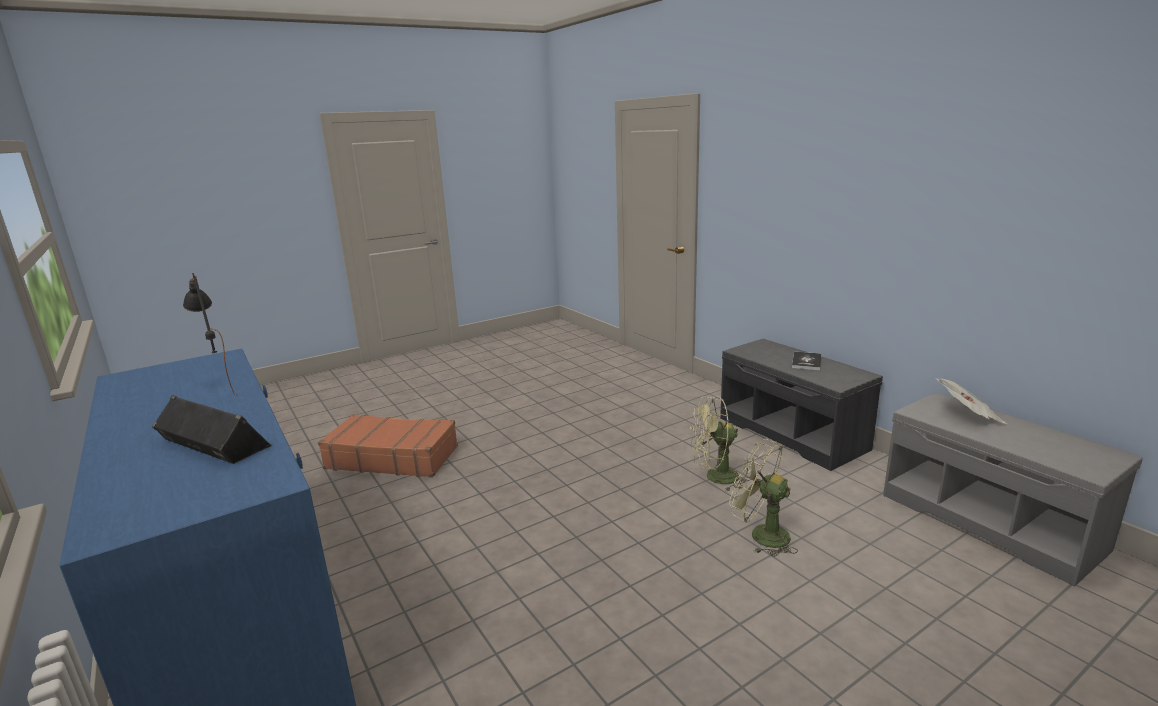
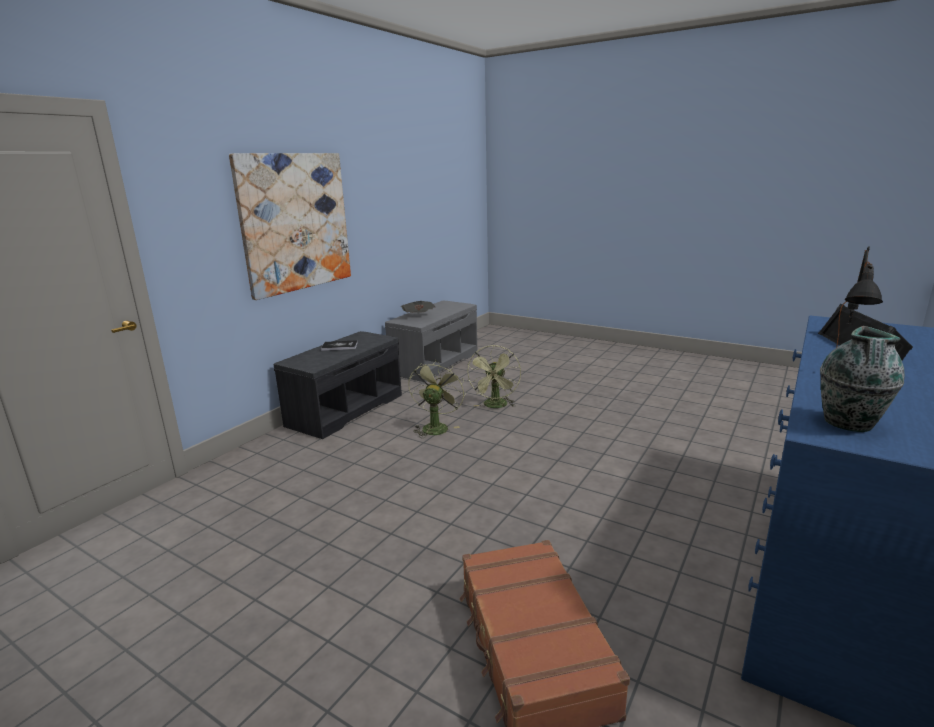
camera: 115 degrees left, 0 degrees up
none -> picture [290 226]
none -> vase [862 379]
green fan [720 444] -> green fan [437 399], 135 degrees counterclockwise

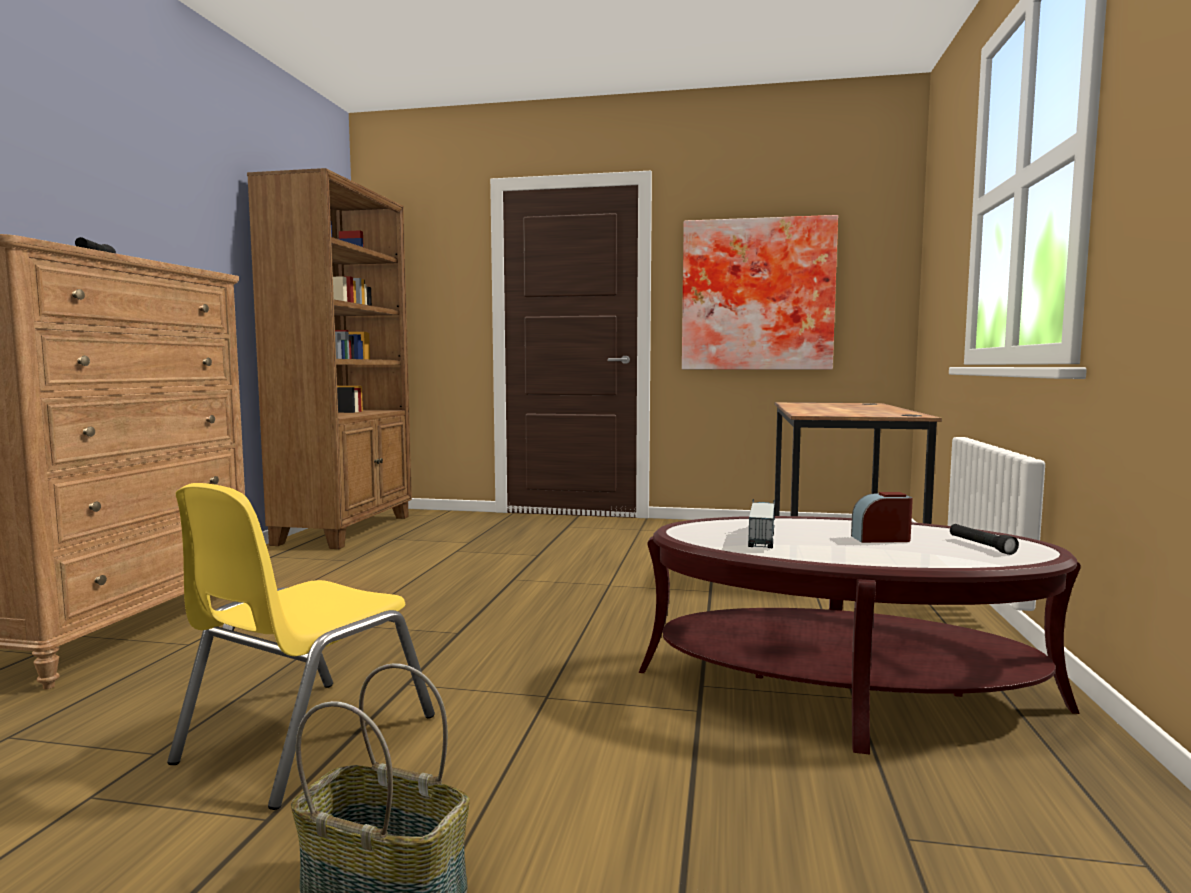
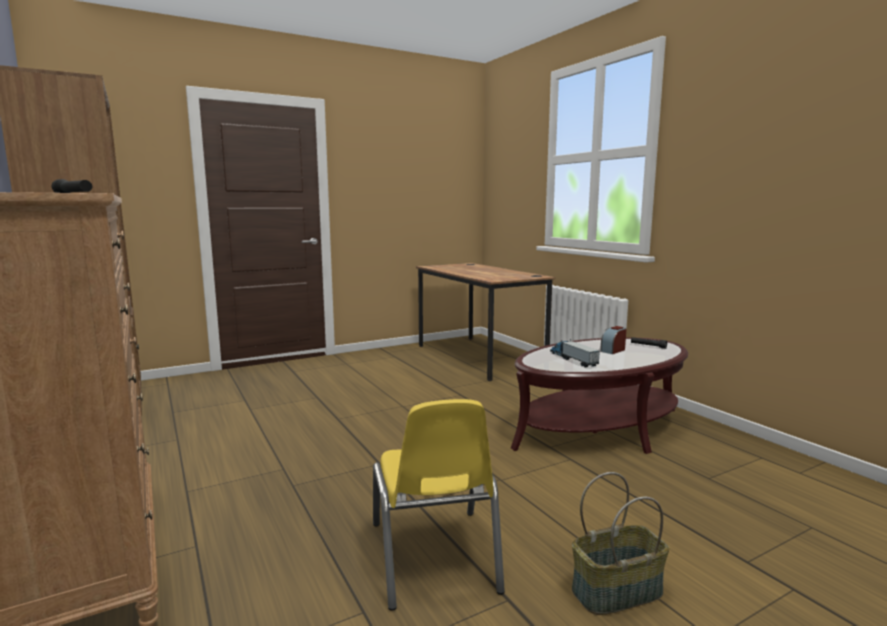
camera: 40 degrees left, 5 degrees up
picture [760 292] -> none

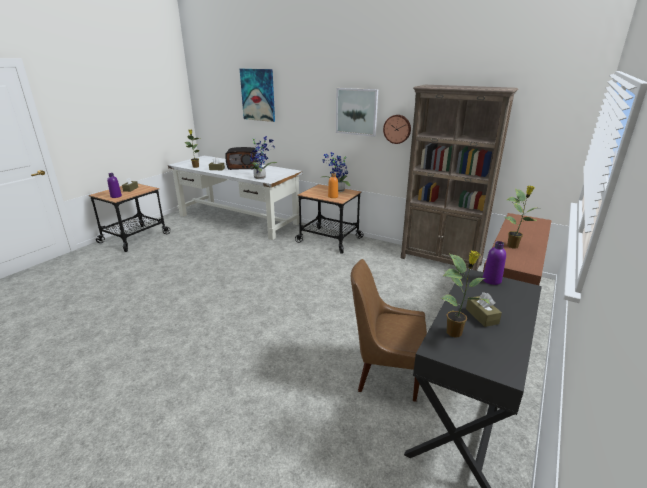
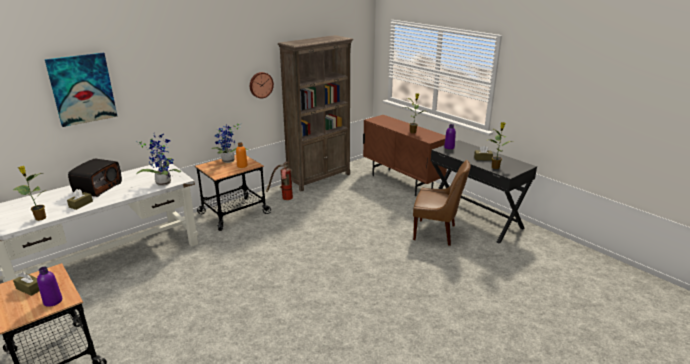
camera: 70 degrees left, 0 degrees up
picture [357 112] -> none
none -> fire extinguisher [279 181]
brown chair [389 330] -> brown chair [442 203], 105 degrees counterclockwise

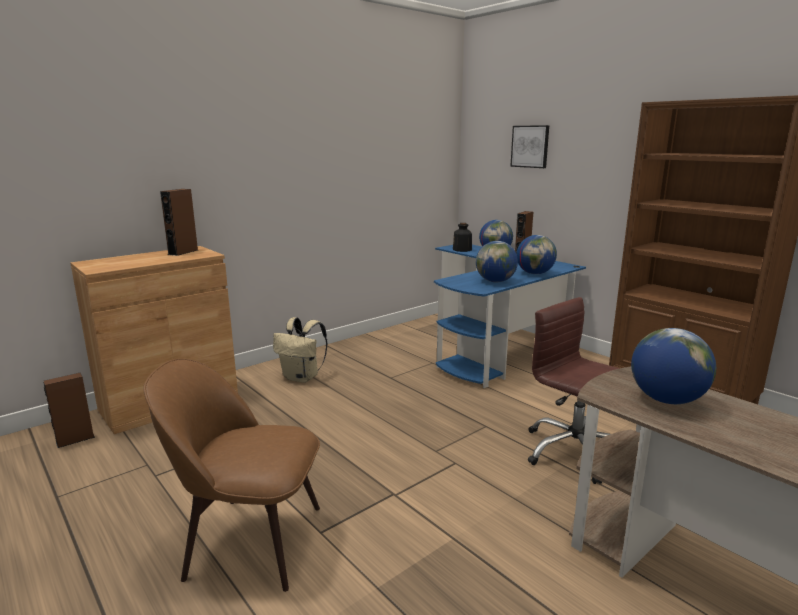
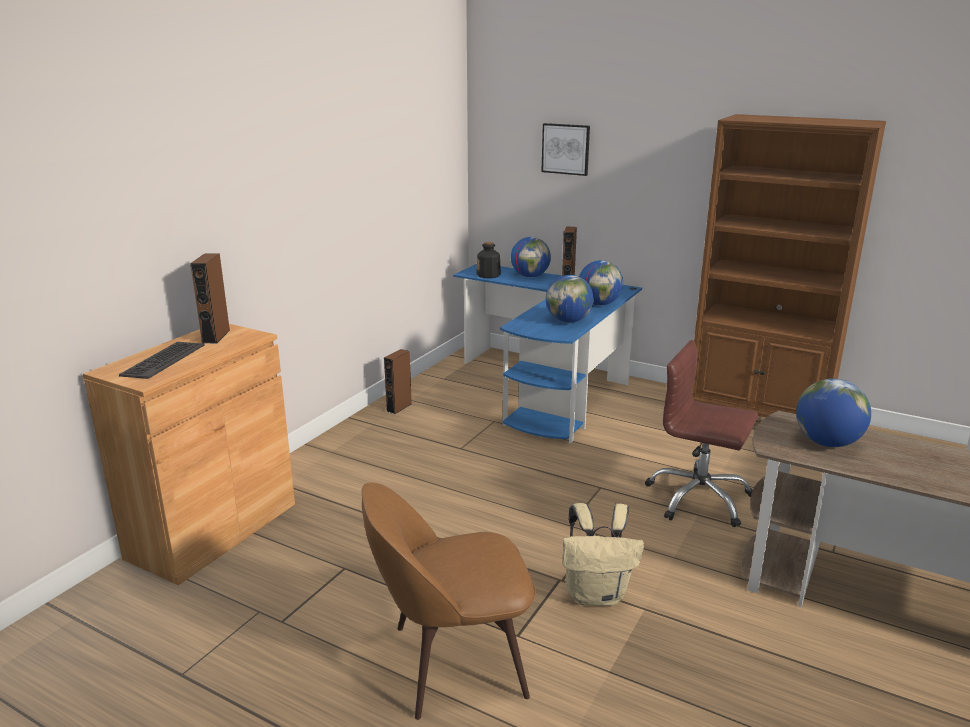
camera: 20 degrees left, 5 degrees up
none -> keyboard [162 360]
brown speaker [69 410] -> brown speaker [398 381], shifted
beige backpack [300 350] -> beige backpack [603 554], shifted

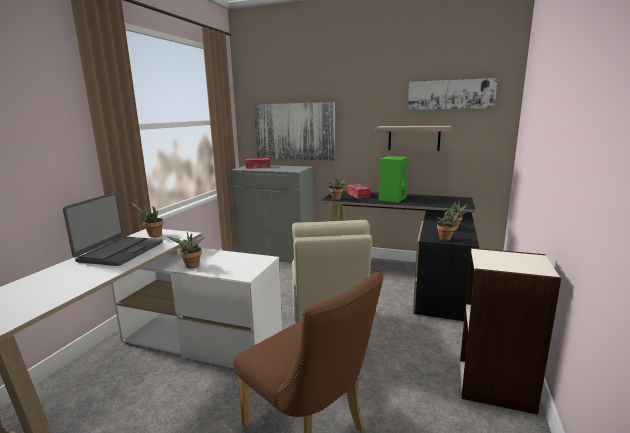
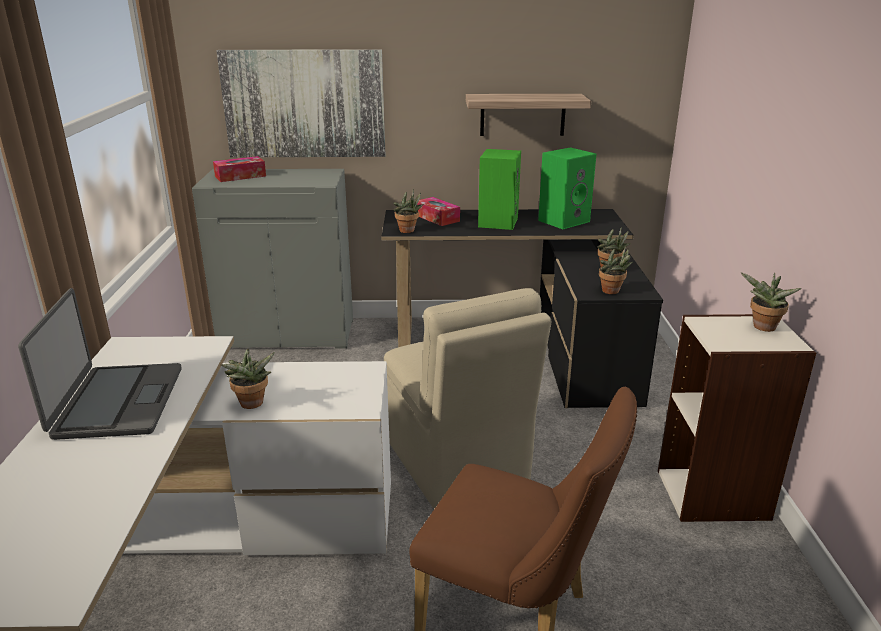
camera: 20 degrees left, 10 degrees up
picture [452 94] -> none
none -> green speaker [567 188]
potted plant [147 219] -> potted plant [771 302], shifted

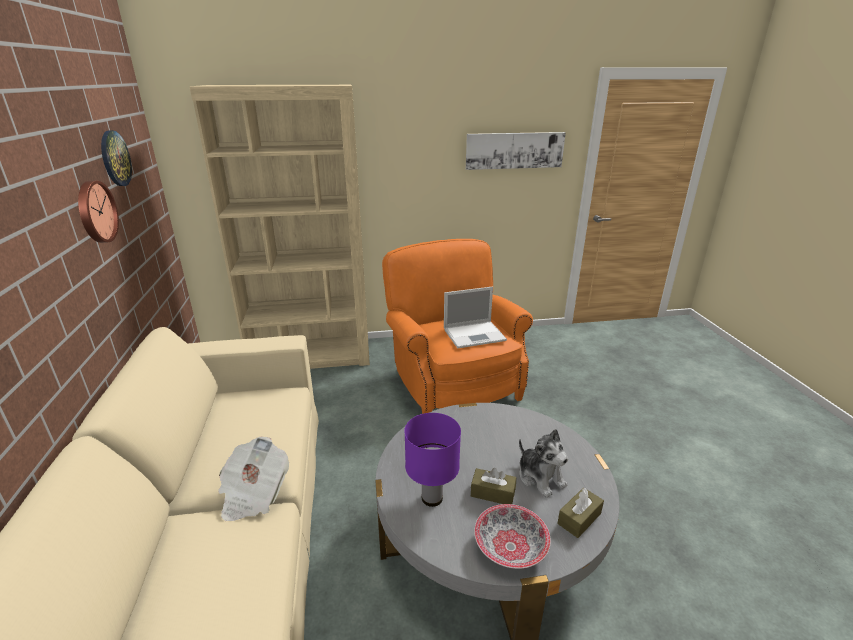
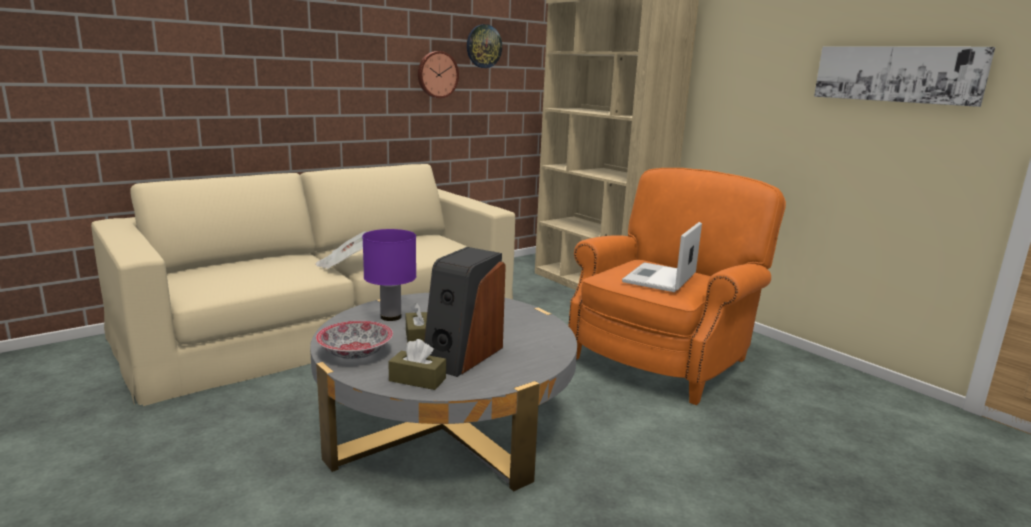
camera: 60 degrees right, 10 degrees down
plush toy [543 463] -> speaker [465 312]
laptop [475 317] -> laptop [662 257], 75 degrees clockwise

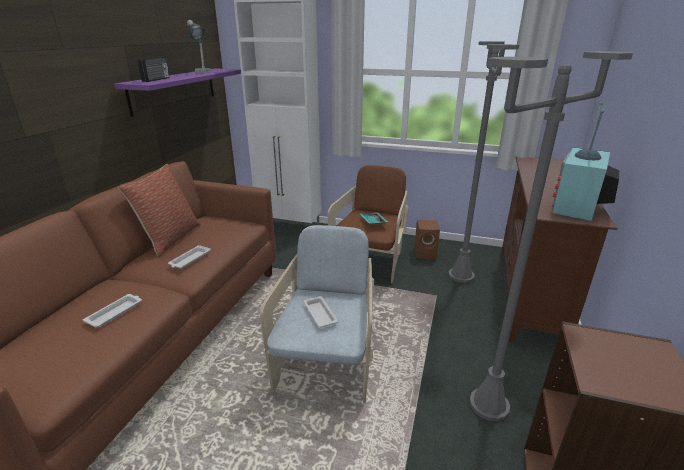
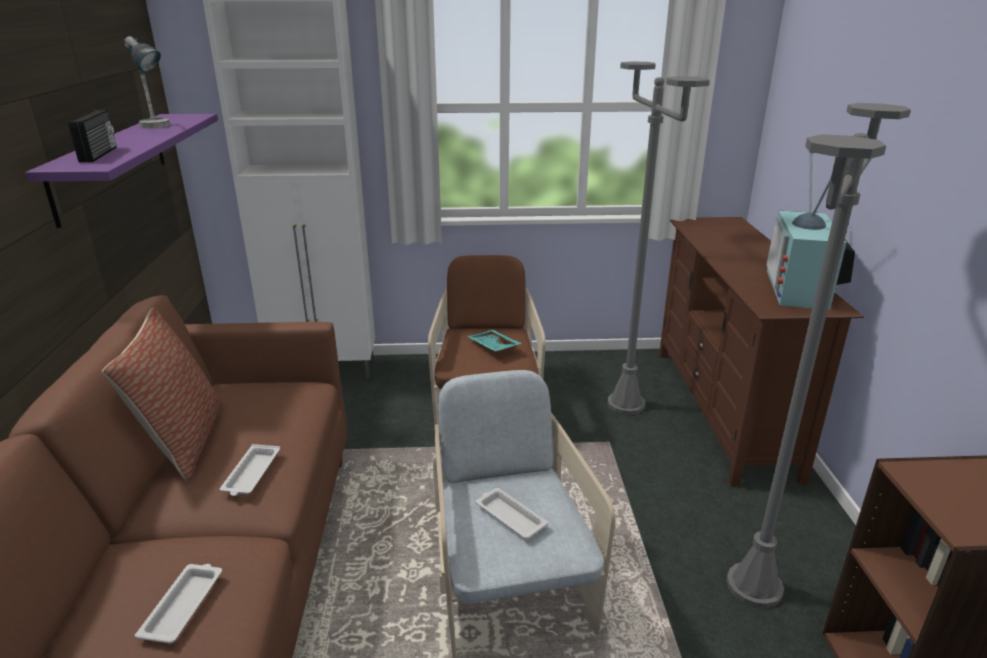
camera: 20 degrees left, 0 degrees up
brown speaker [427 239] -> none

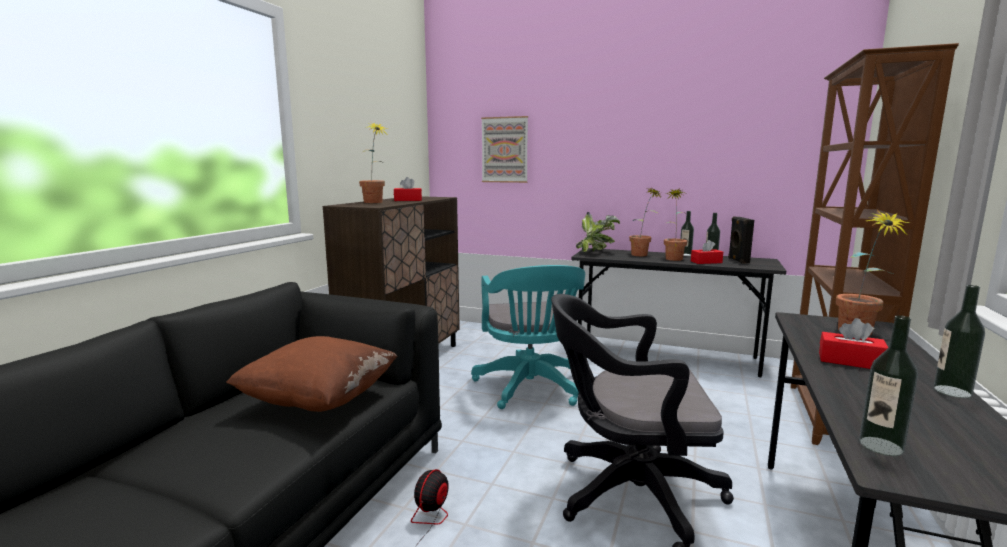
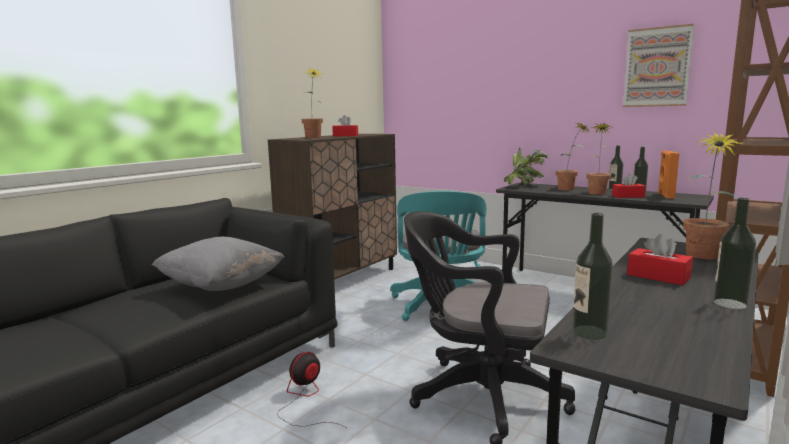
camera: 15 degrees right, 0 degrees up
picture [504 149] -> picture [658 65], shifted
brown pillow [312 374] -> grey pillow [218 264]
black speaker [741 240] -> orange speaker [669 175]

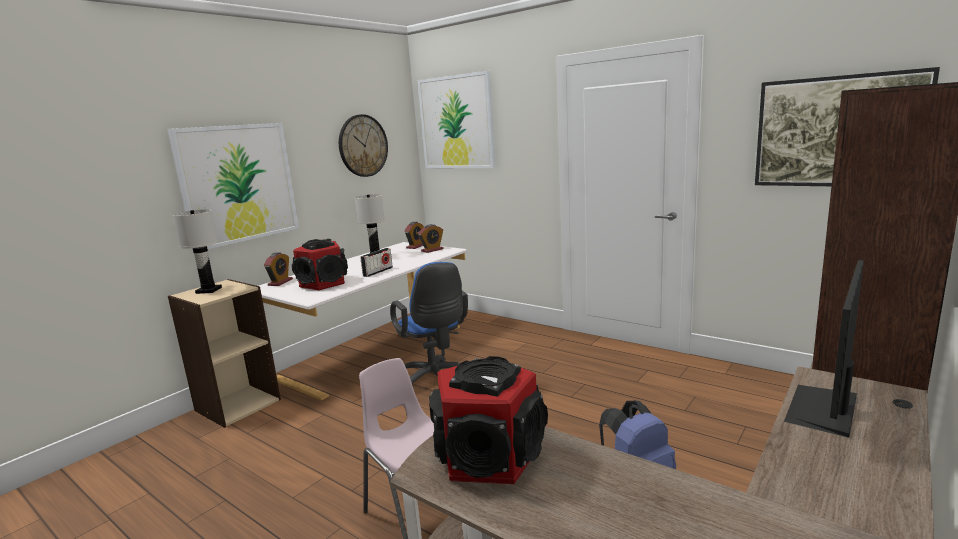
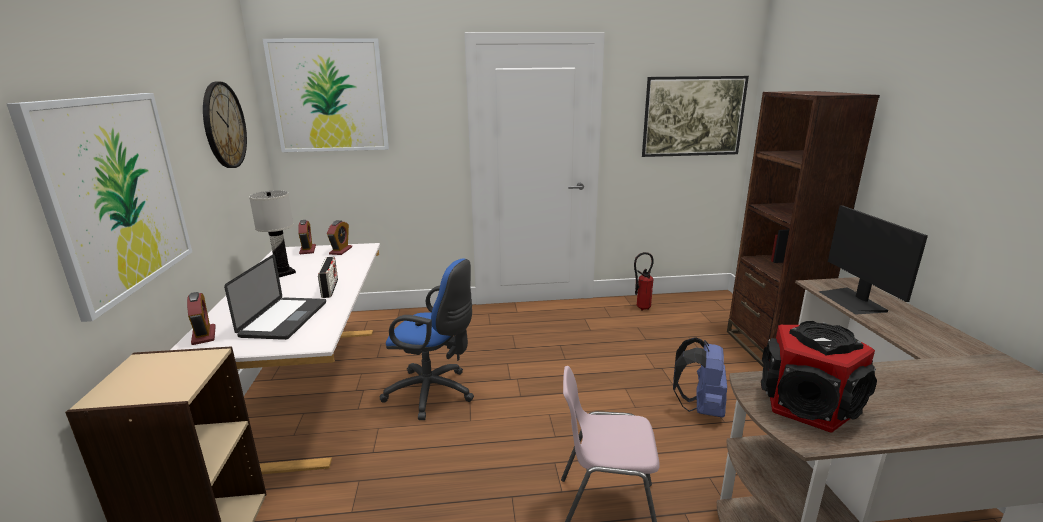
camera: 45 degrees left, 5 degrees up
white table lamp [197 251] -> none
none -> fire extinguisher [644 281]
speaker [320 264] -> laptop [275 297]

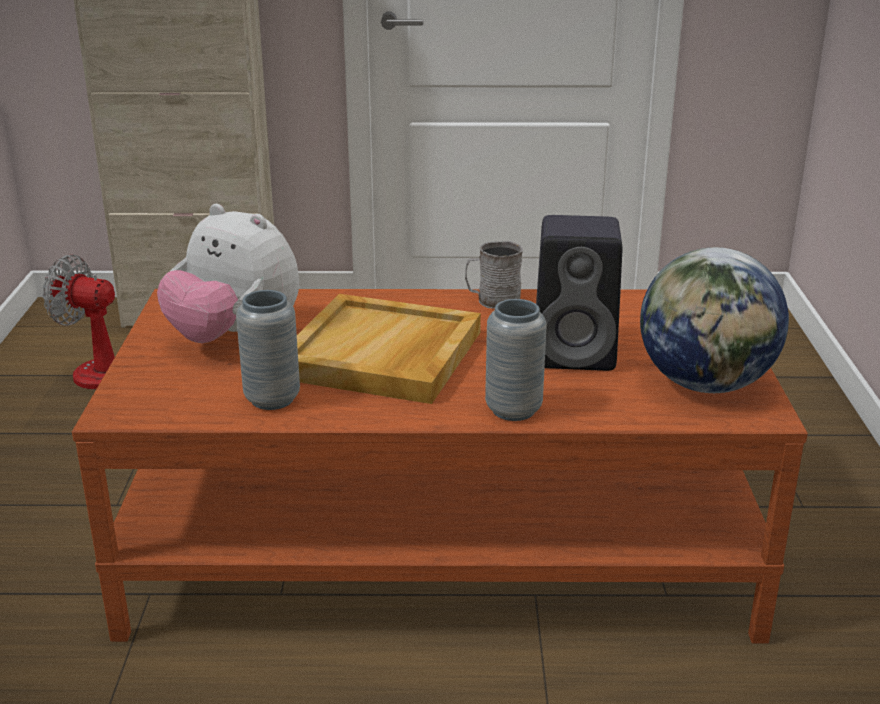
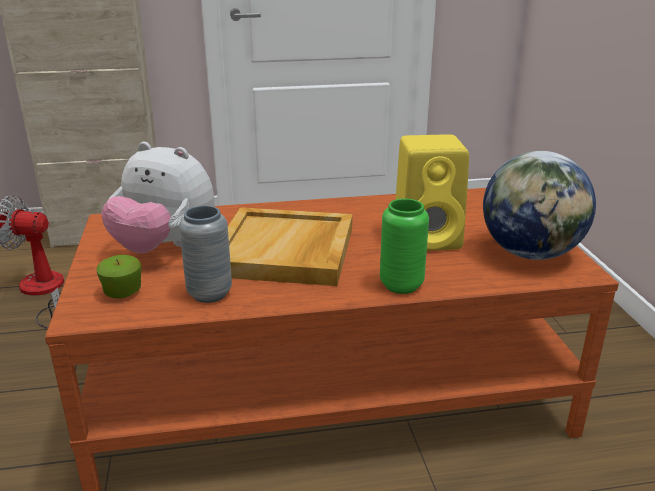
camera: 10 degrees left, 0 degrees up
grey mug [494 275] -> none
none -> apple [118 277]
grey vase [516 360] -> green vase [404 246]
black speaker [579 293] -> yellow speaker [432 192]

